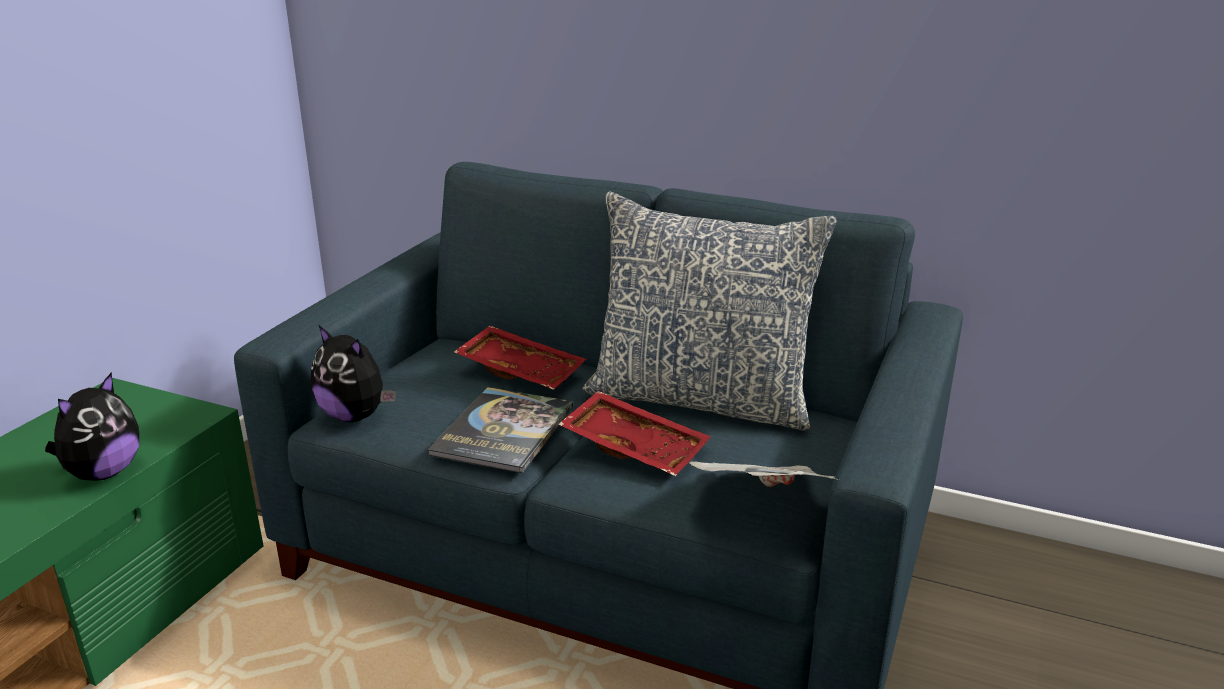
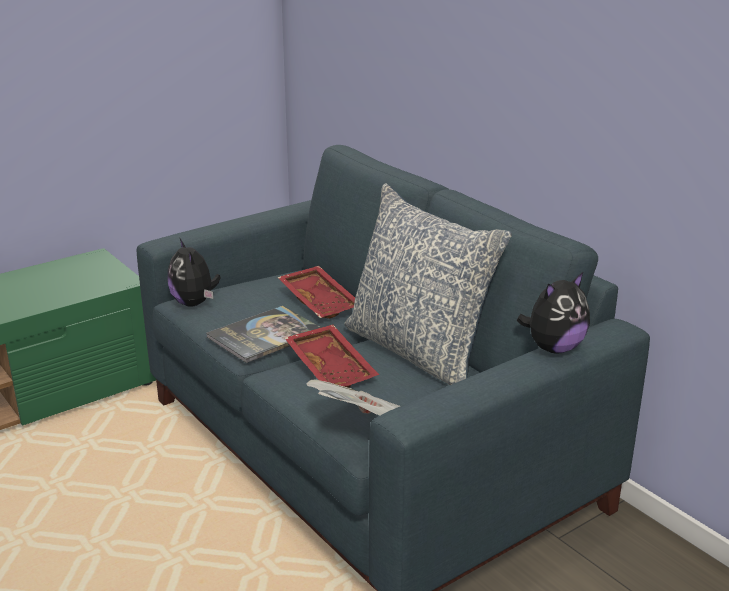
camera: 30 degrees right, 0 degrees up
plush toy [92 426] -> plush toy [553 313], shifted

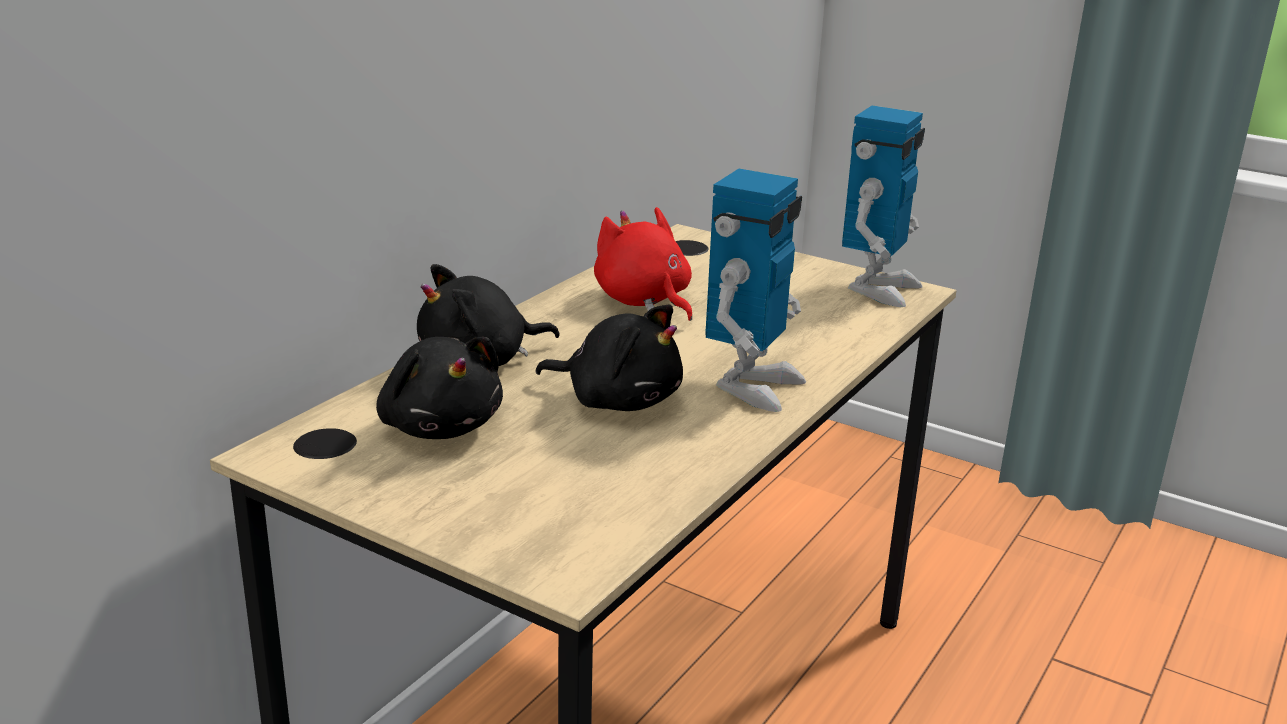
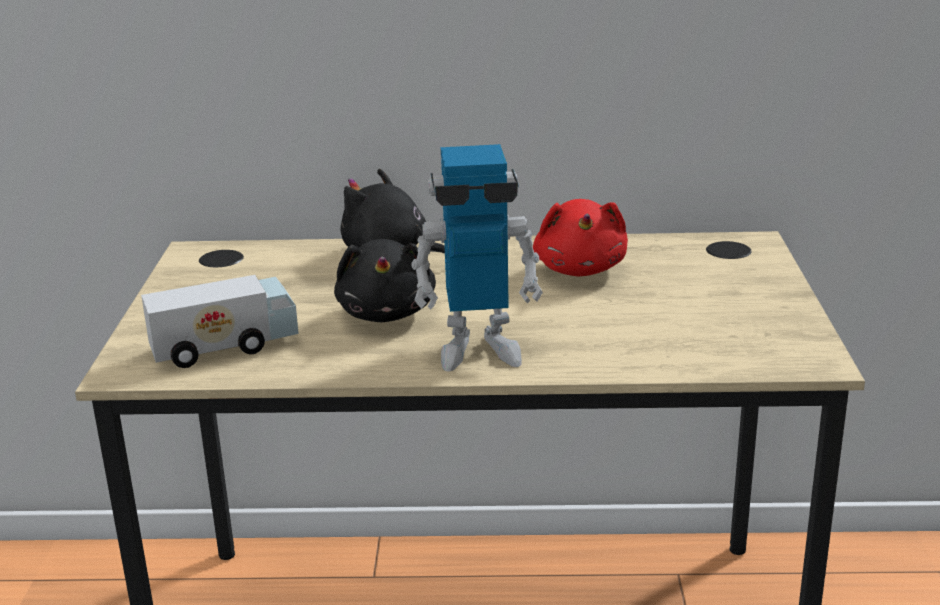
camera: 60 degrees right, 0 degrees up
black plush toy [439 388] -> none
toy robot [883 206] -> none
none -> toy truck [220 321]
red plush toy [643 264] -> red plush toy [580 237], 150 degrees clockwise

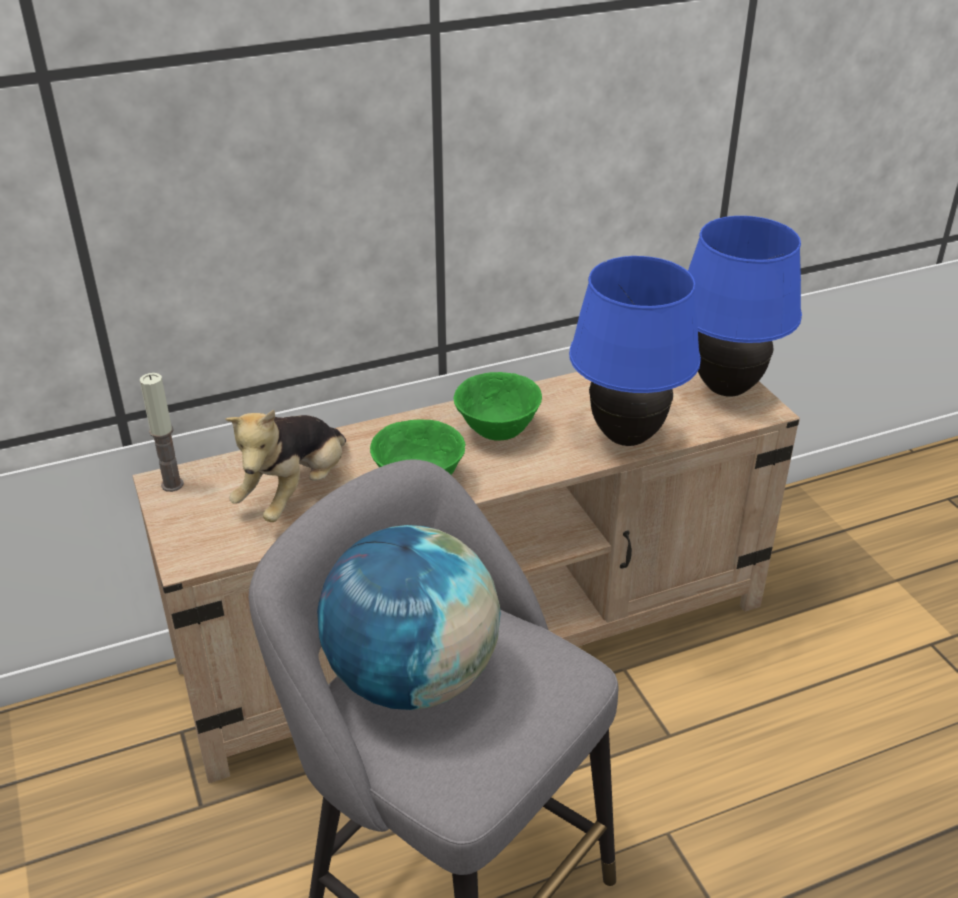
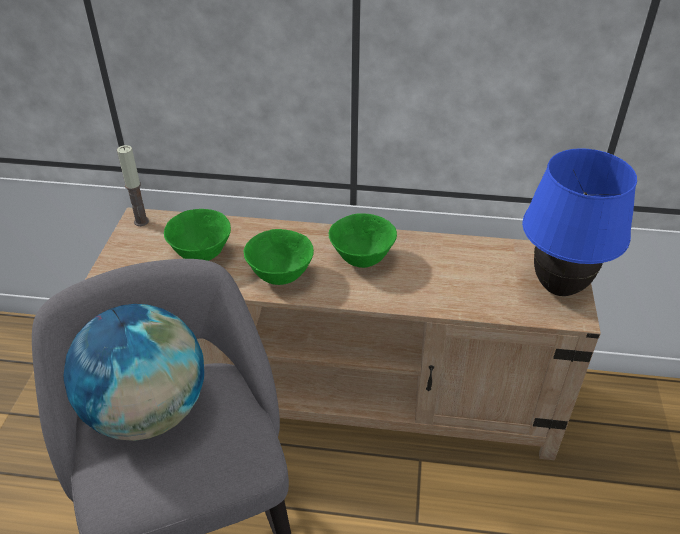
camera: 30 degrees right, 5 degrees up
blue table lamp [635 351] -> none
plush toy [285 466] -> green bowl [197 235]

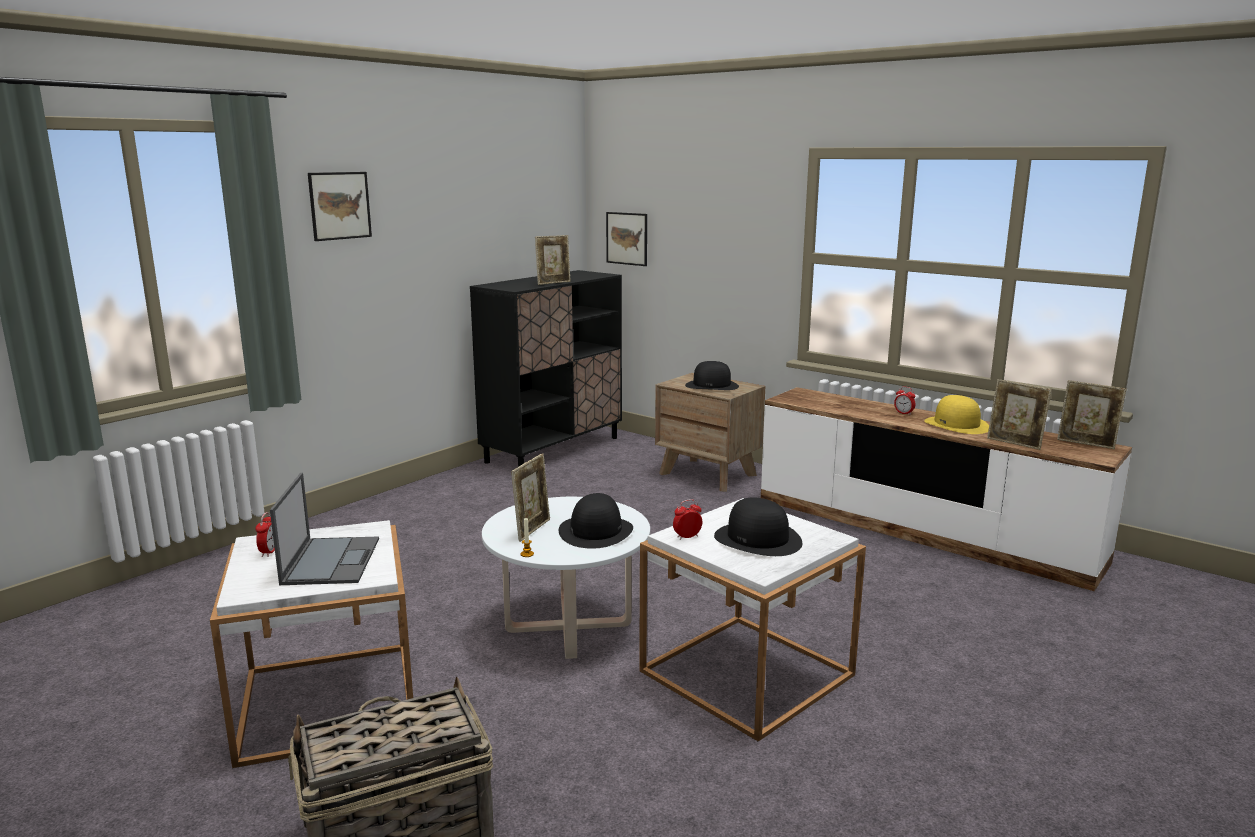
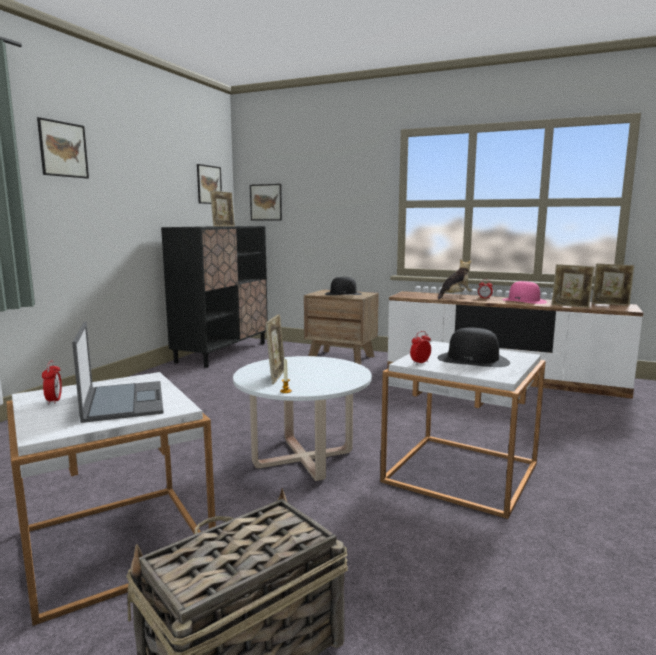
camera: 15 degrees left, 5 degrees down
black hat [596 521] -> none
none -> picture [209 184]
none -> plush toy [455 279]
yellow hat [956 414] -> pink hat [524 292]

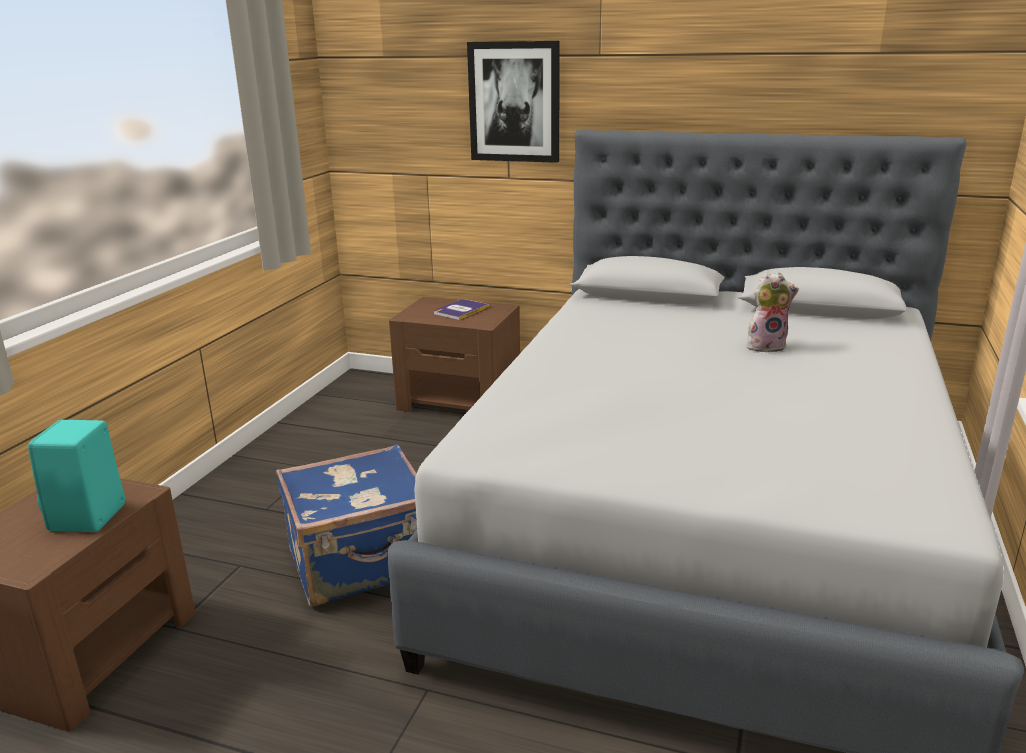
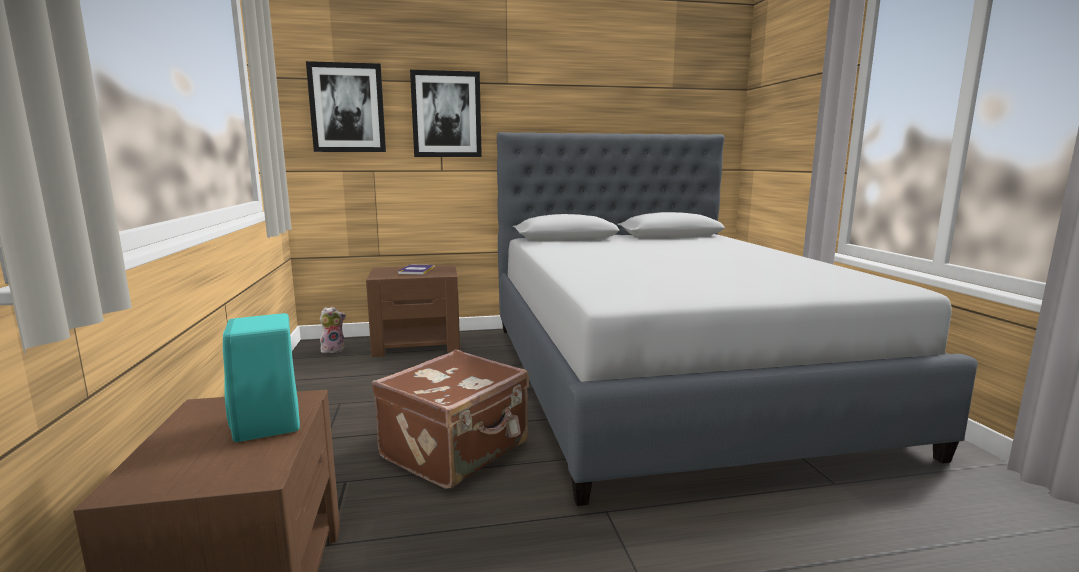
camera: 30 degrees left, 10 degrees down
none -> picture [346 106]
plush toy [773 312] -> plush toy [332 330], shifted
blue suitcase [346 525] -> brown suitcase [450 419]

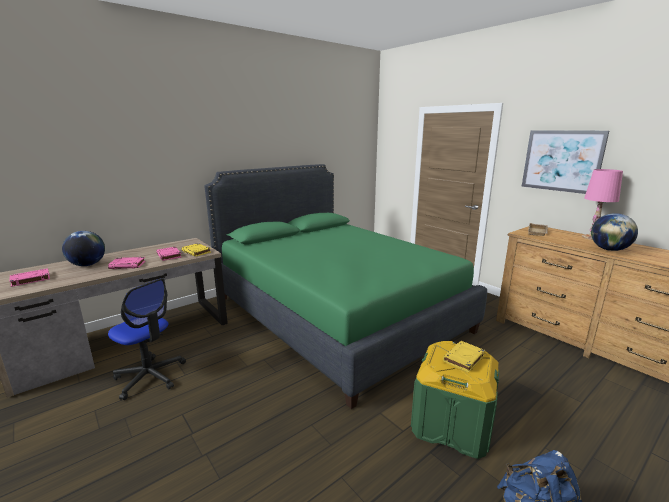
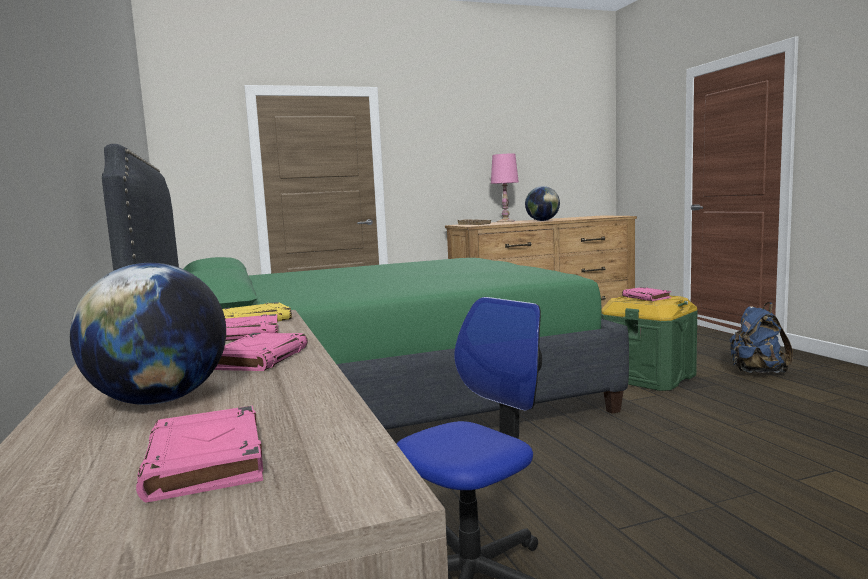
camera: 70 degrees left, 10 degrees down
picture [565 162] -> none
yellow book [464 357] -> pink book [646 294]

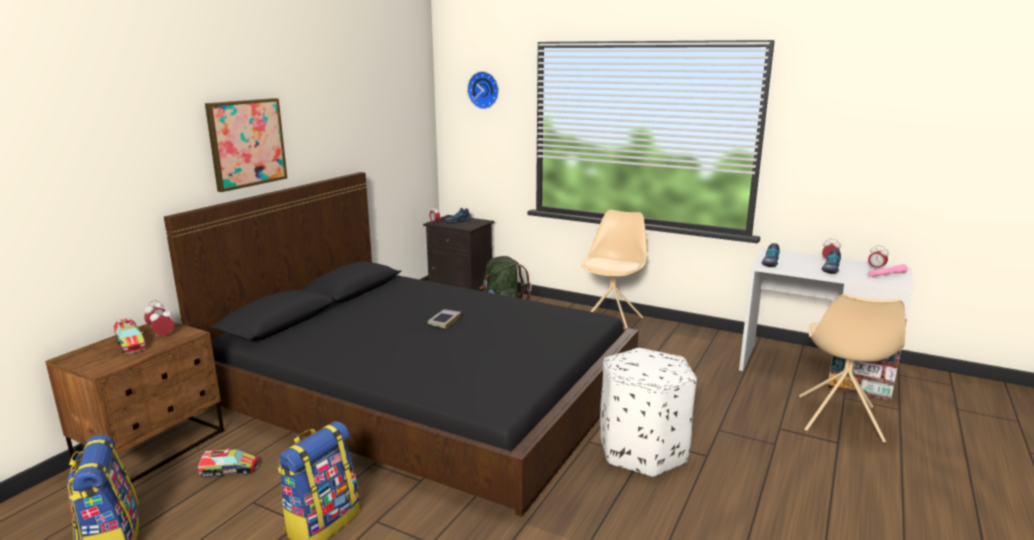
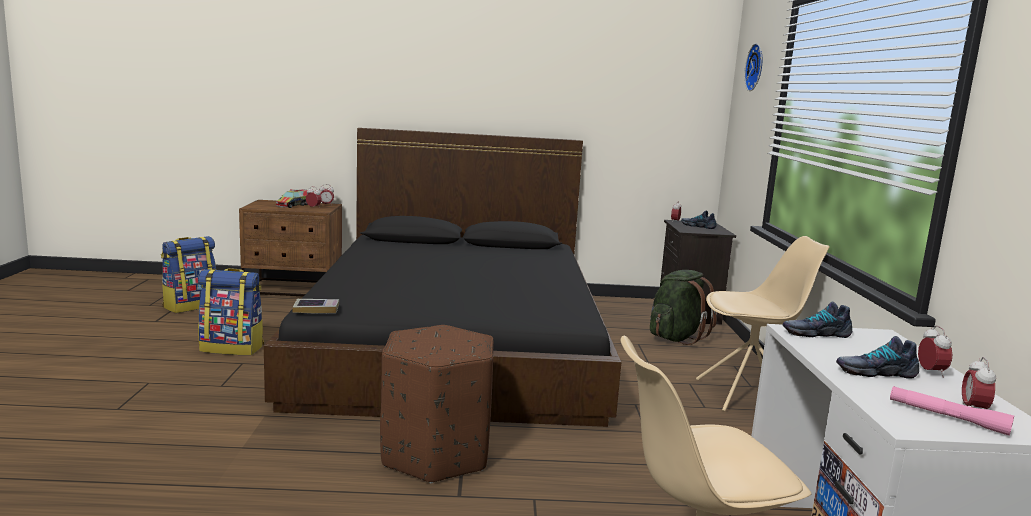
camera: 60 degrees right, 5 degrees down
toy truck [228 463] -> none
picture [246 145] -> none
book [444 319] -> book [315 306], shifted
white ottoman [648 412] -> brown ottoman [437 404]

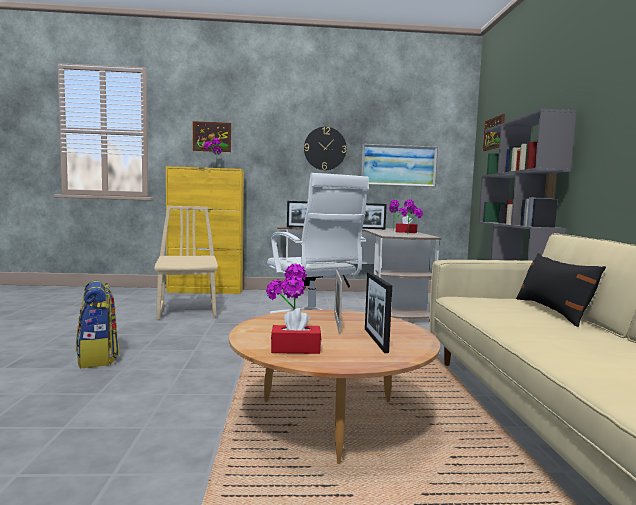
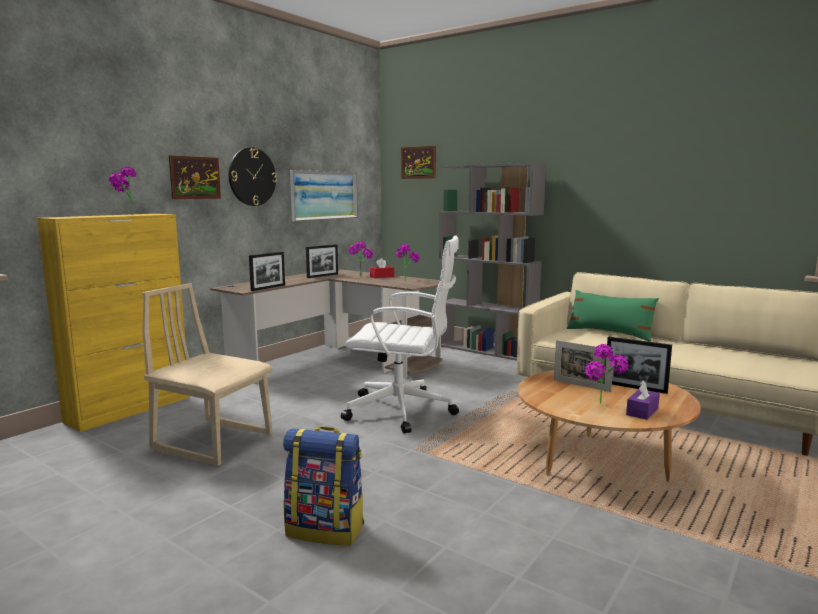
camera: 50 degrees left, 5 degrees up
picture [212 136] -> picture [195 177], shifted
red tissue box [296 331] -> purple tissue box [643 400]
black pillow [561 290] -> green pillow [613 316]

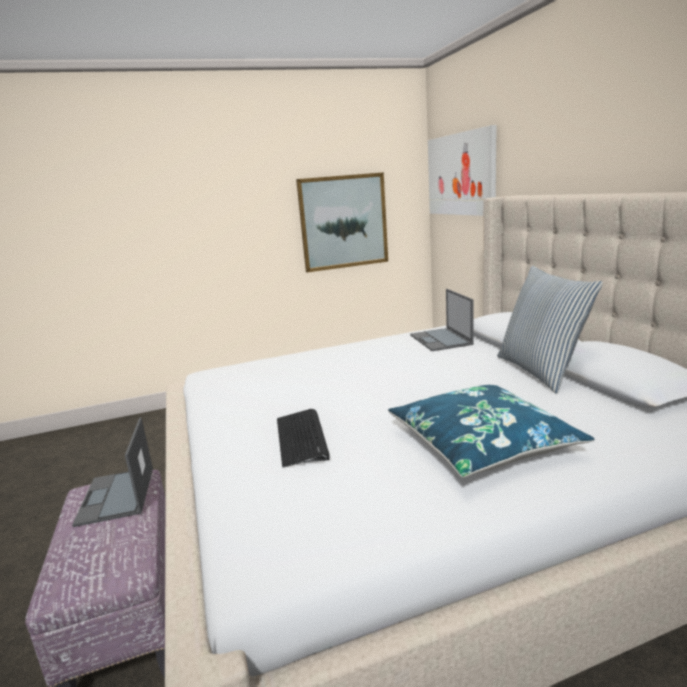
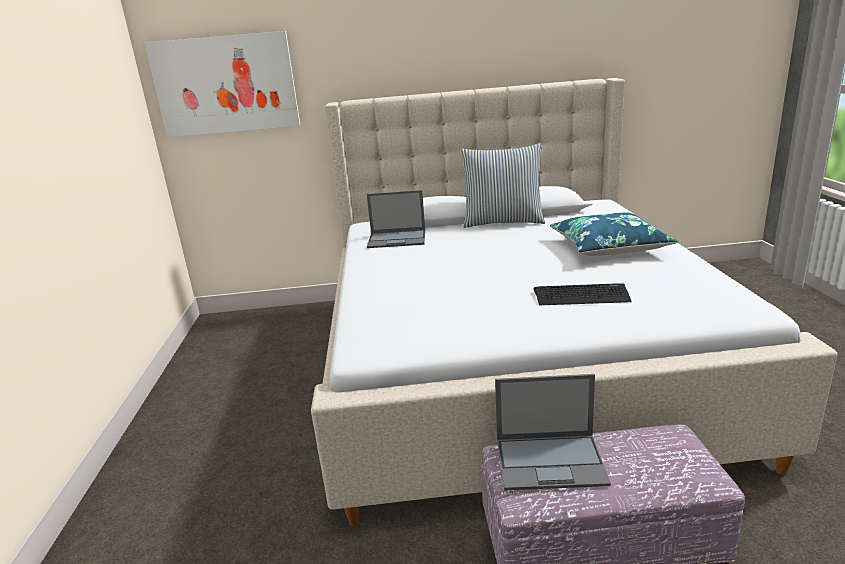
camera: 75 degrees left, 5 degrees up
picture [342 222] -> none

